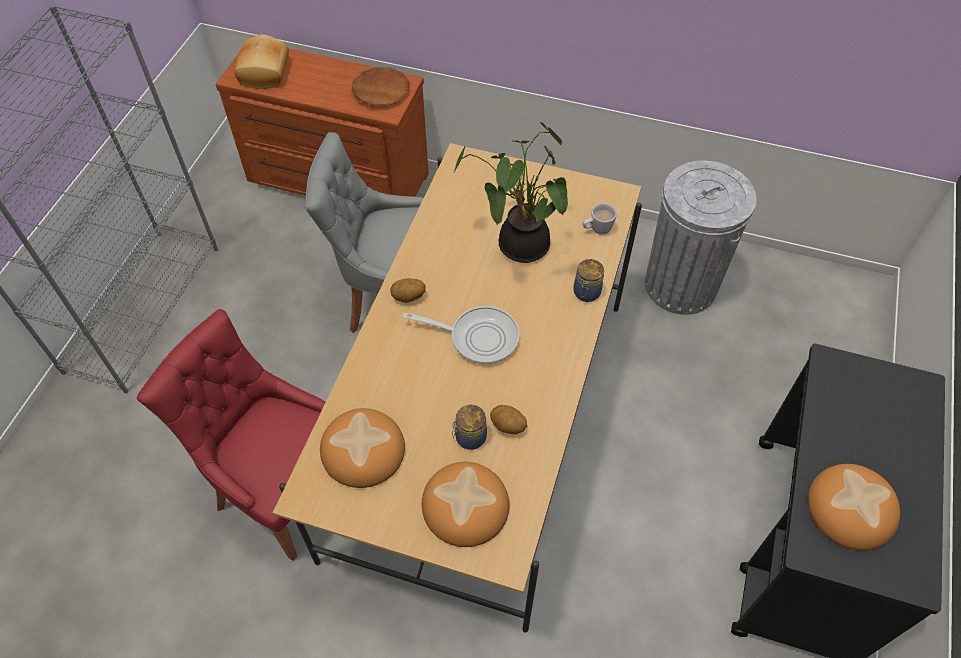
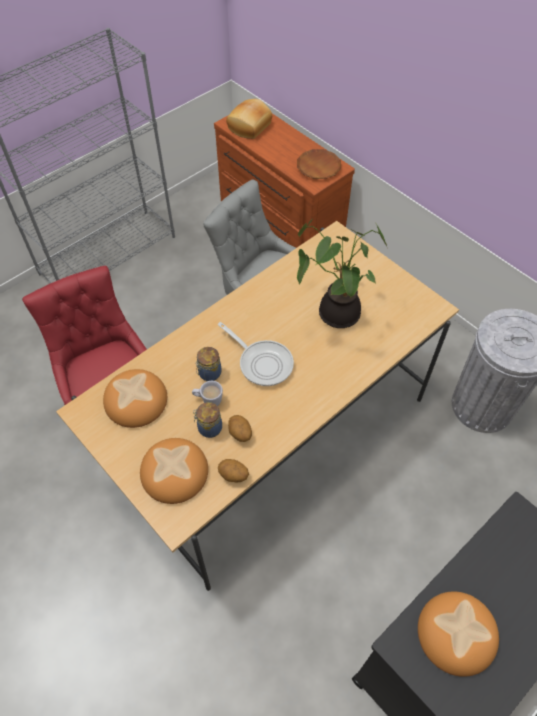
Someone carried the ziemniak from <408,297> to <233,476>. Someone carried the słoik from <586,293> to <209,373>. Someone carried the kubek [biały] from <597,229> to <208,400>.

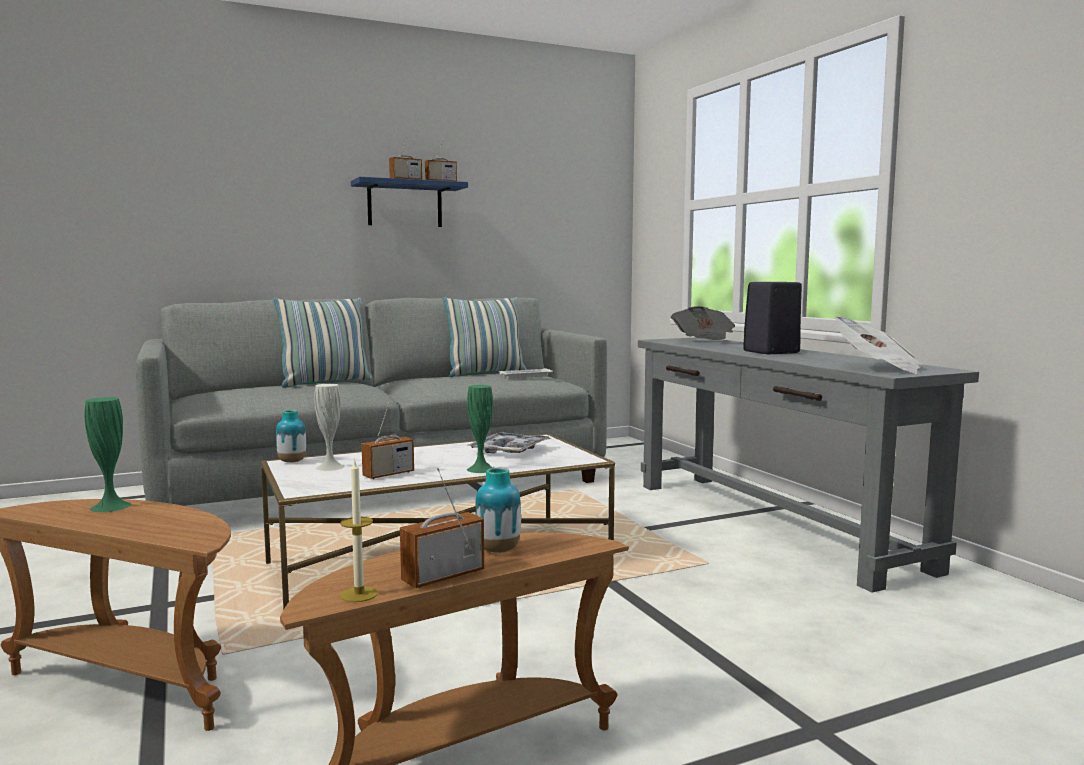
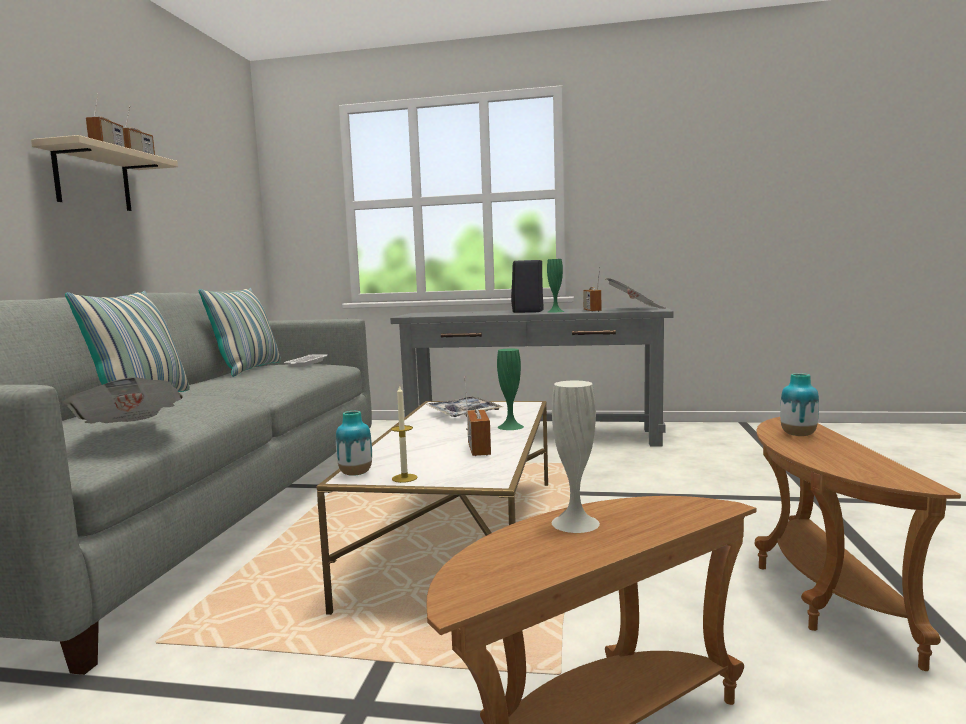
Someone carried the wazon [zielony] from <110,506> to <555,311>. Someone carried the wazon [biały] from <330,467> to <575,523>. Someone carried the świeca from <359,594> to <404,478>. Someone repainted the półka [niebieski] at <405,204>, which became the półka [beżowy] at <92,179>. Someone carried the radio from <443,576> to <592,311>. Someone carried the gazeta from <703,342> to <130,430>.

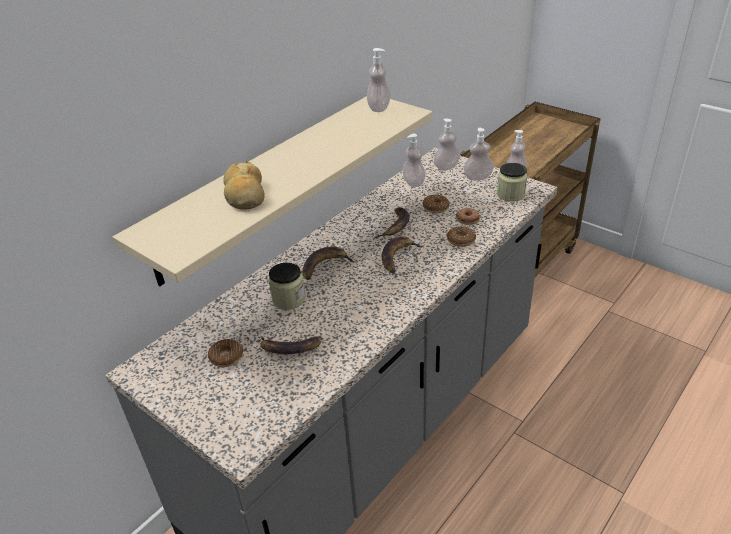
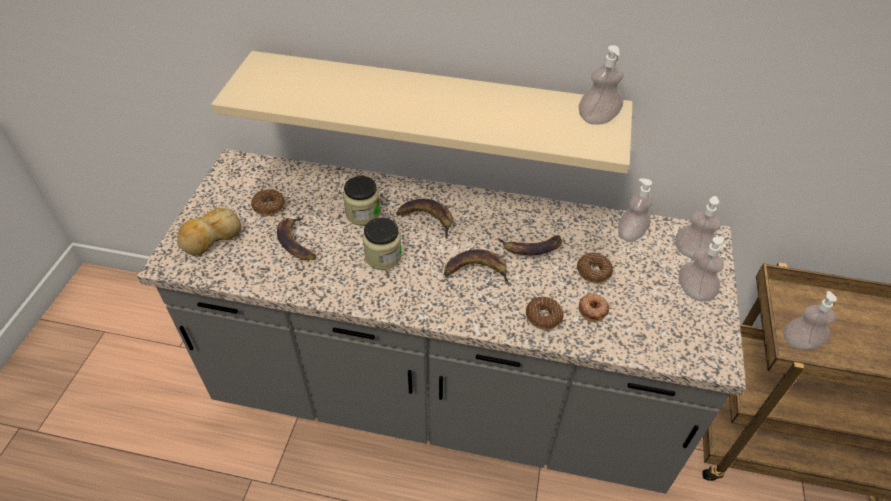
Someone carried the chleb from <245,195> to <210,238>. Someone carried the słoik from <510,194> to <383,256>.

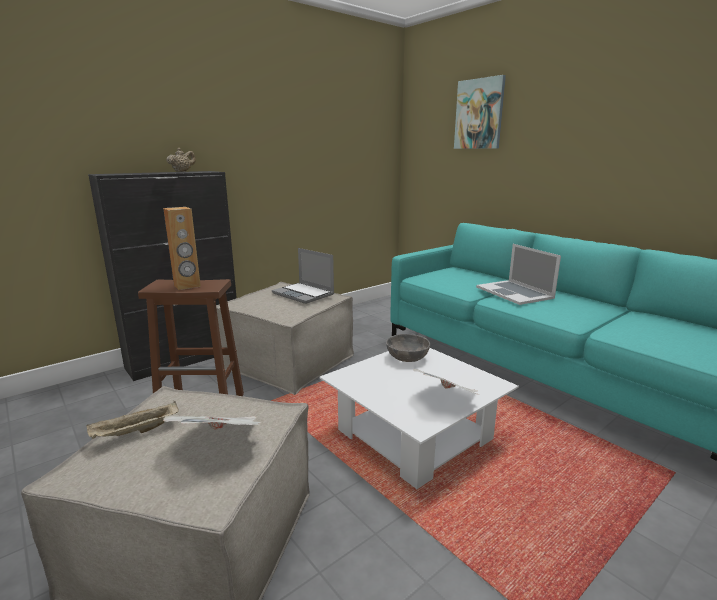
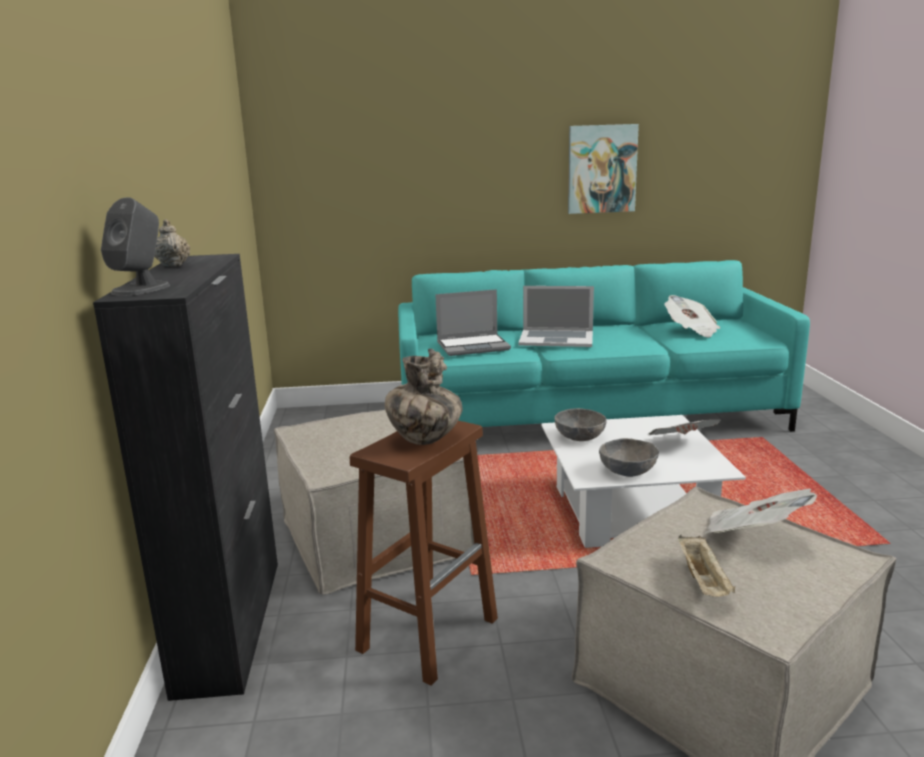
Someone swapped the głośnik [brązowy] at <187,286> for the wazon at <424,439>. Someone carried the laptop from <304,294> to <473,346>. Someone carried the obraz from <479,114> to <601,169>. Someone put down the głośnik [szary] at <141,289>. Someone put down the miska [szary] at <628,471>. Someone put down the gazeta at <691,331>.

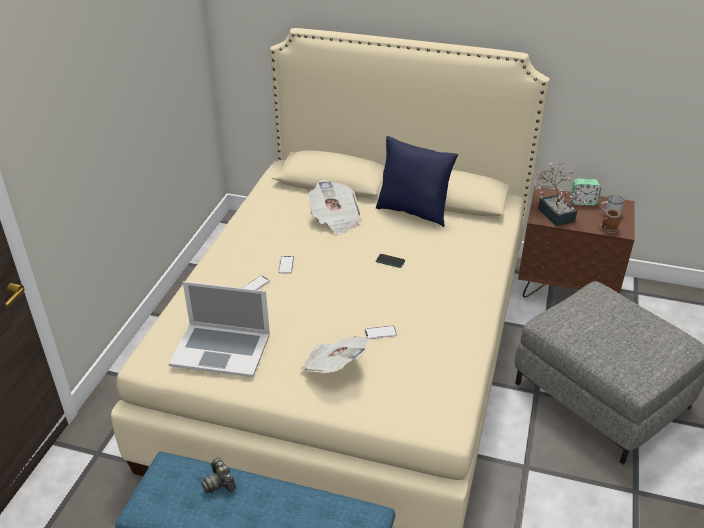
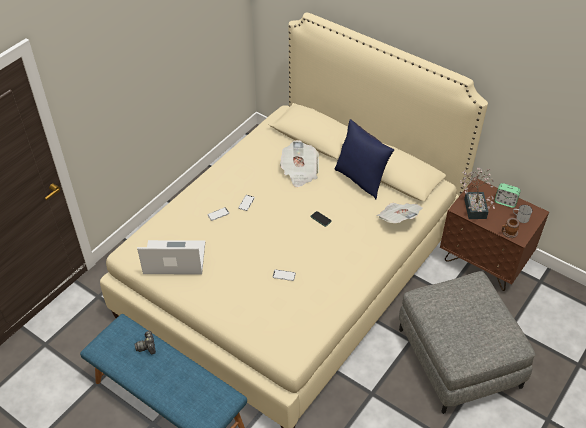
Someone rotated the laptop at <221,349> by 150 degrees clockwise. Someone carried the gazeta from <334,367> to <398,219>.

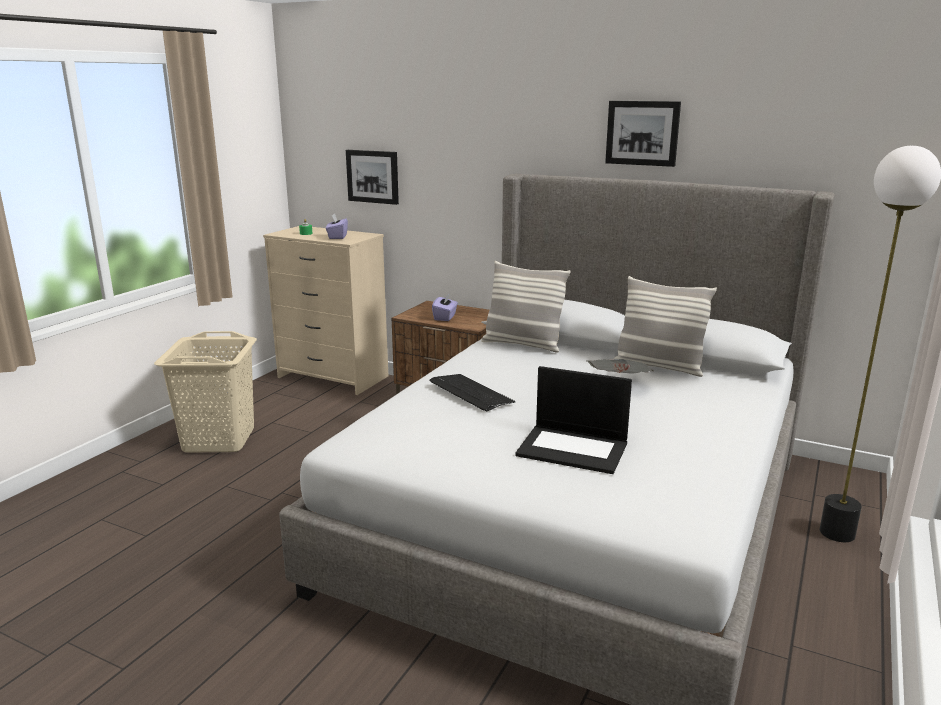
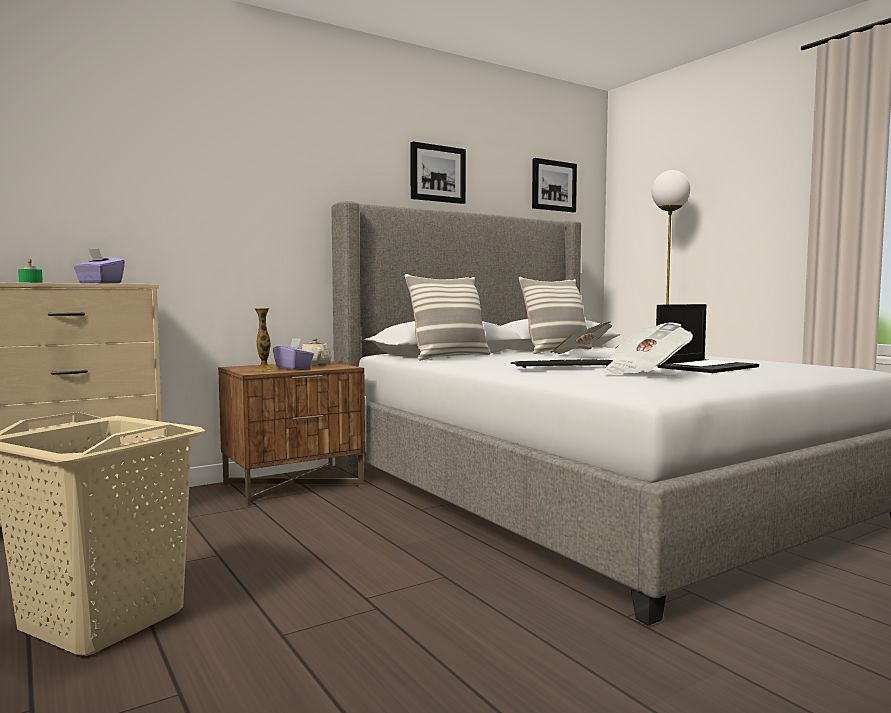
Someone carried the obraz from <373,176> to <553,186>. Someone put down the wazon at <264,370>. Someone put down the imbryk [beżowy] at <315,364>. Someone put down the gazeta at <644,372>.

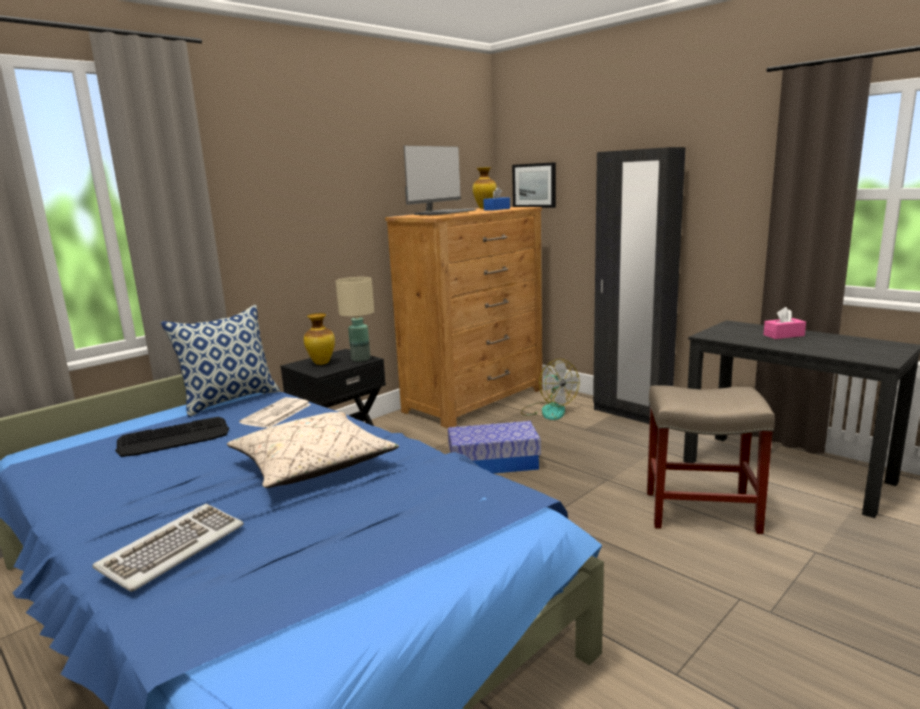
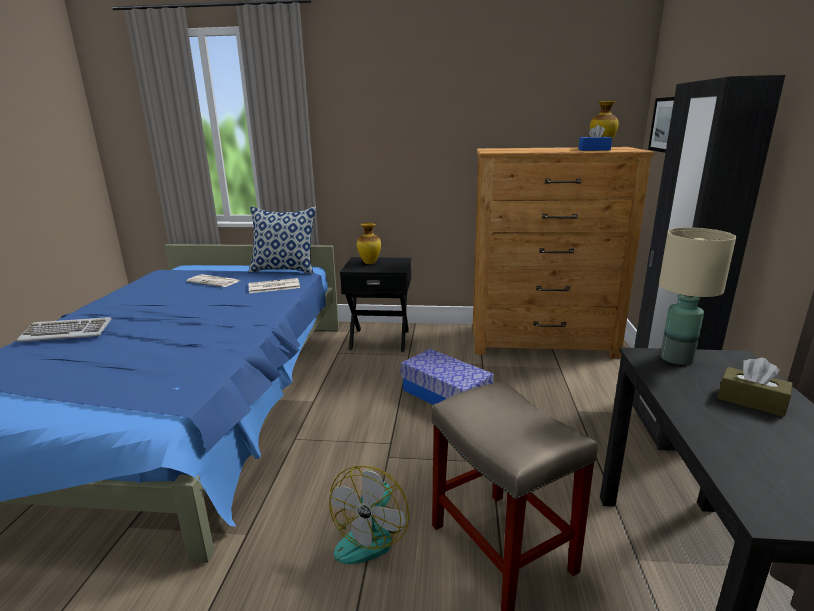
Someone swapped the klawiatura at <174,438> for the gazeta at <214,281>. Someone took away the poduszka [beżowy] at <312,465>. Someone carried the lampa stołowa [beżowy] from <360,359> to <676,359>. Someone took away the monitor at <444,213>. Someone carried the wentylator from <548,411> to <370,535>. Someone repainted the pudełko chusteczek [różowy] at <783,335>, which became the pudełko chusteczek [brązowy] at <751,401>.

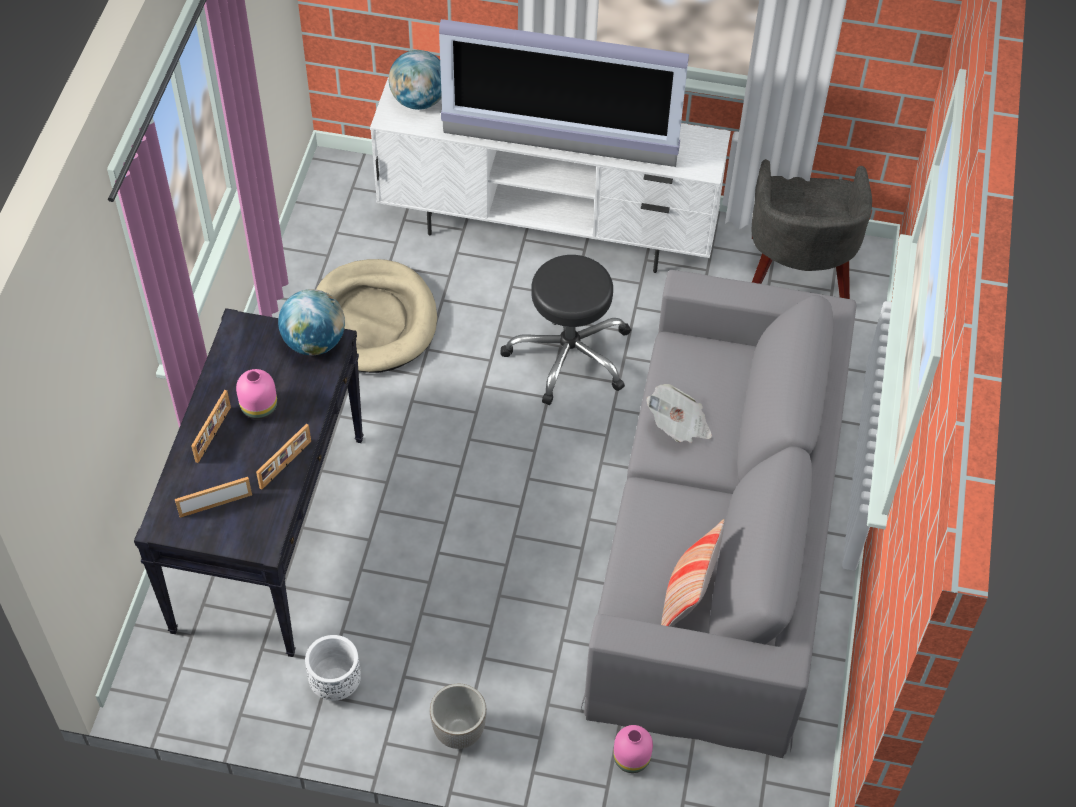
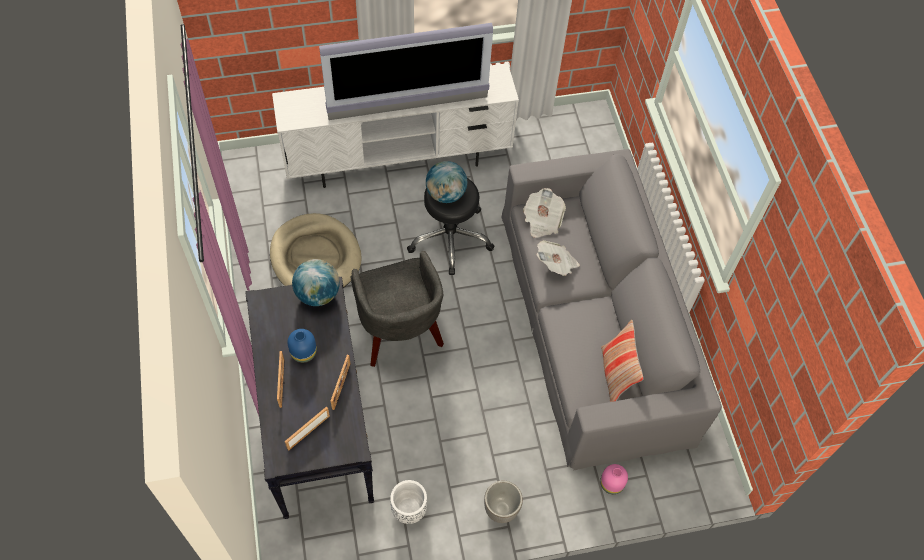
Someone repainted the wazon [różowy] at <260,408>, which became the wazon [niebieski] at <304,353>. Someone carried the globus from <419,101> to <445,194>. Someone carried the fotel [szary] from <796,277> to <399,331>. Someone put down the gazeta at <542,220>.

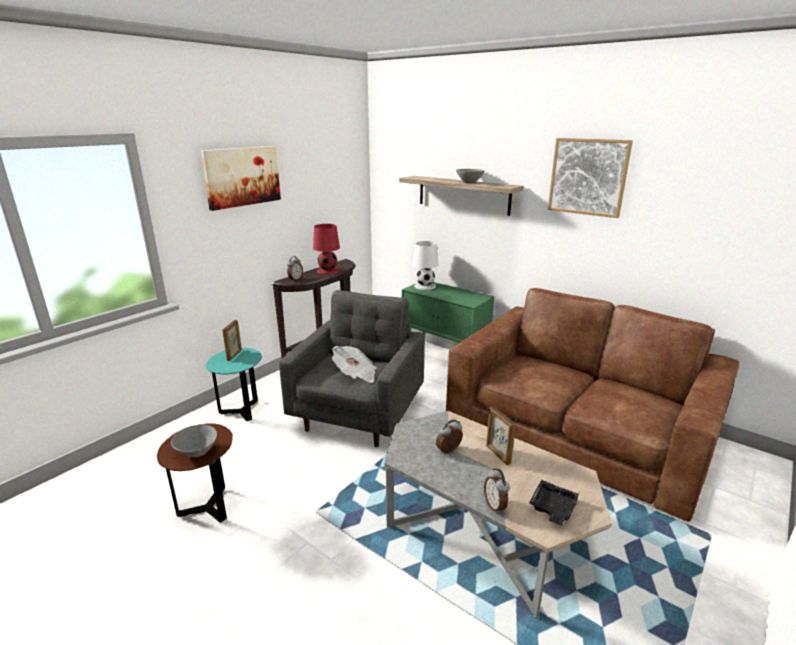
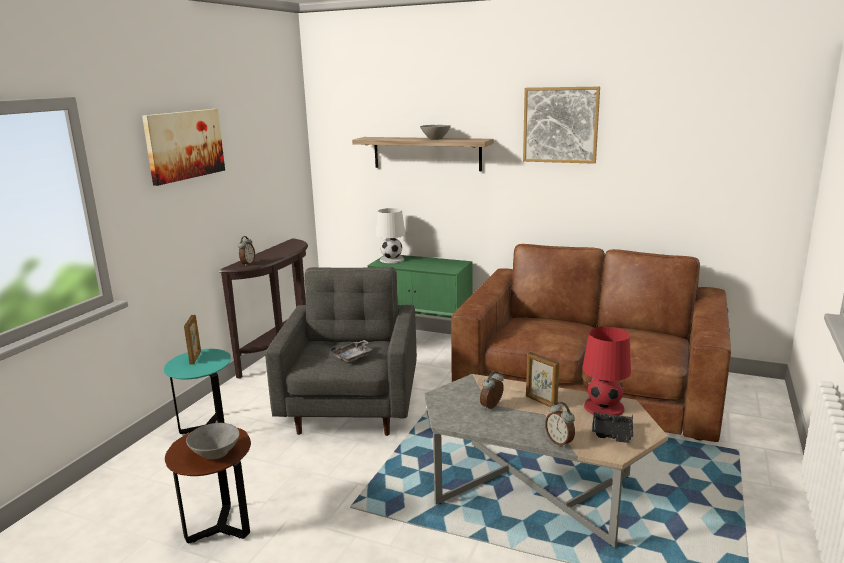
Someone carried the lampa stołowa [czerwony] from <327,271> to <603,407>. Someone swapped the gazeta at <355,374> for the taca [szary] at <353,356>.

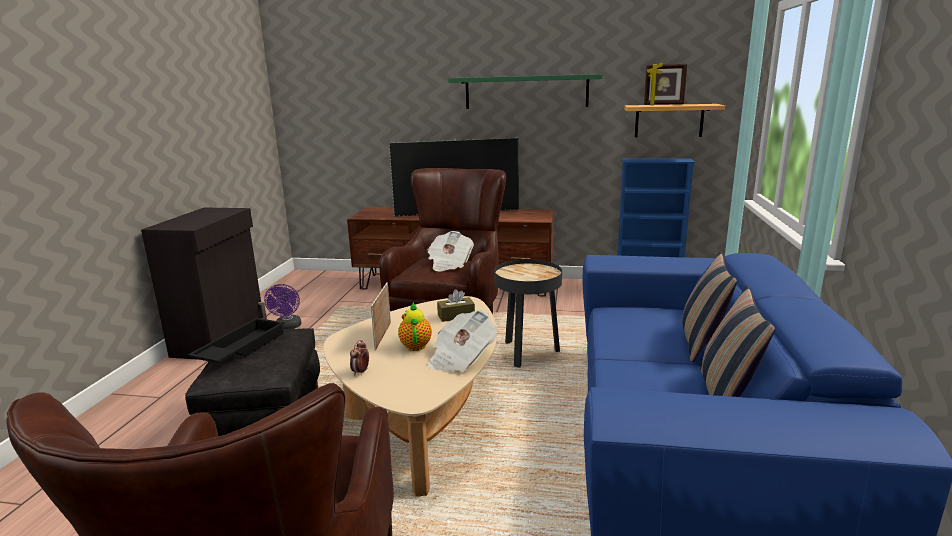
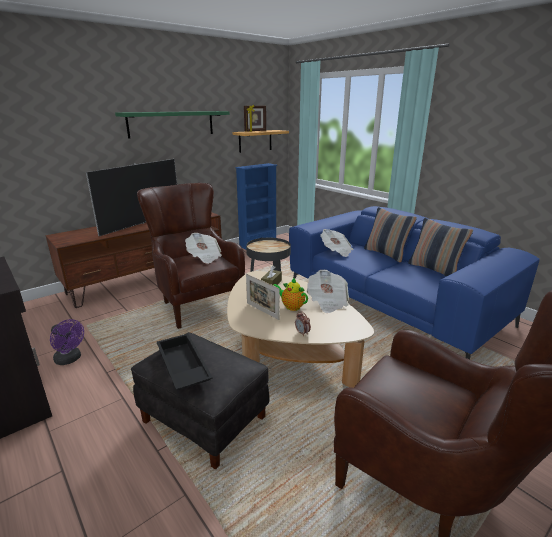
Someone put down the gazeta at <336,251>.

